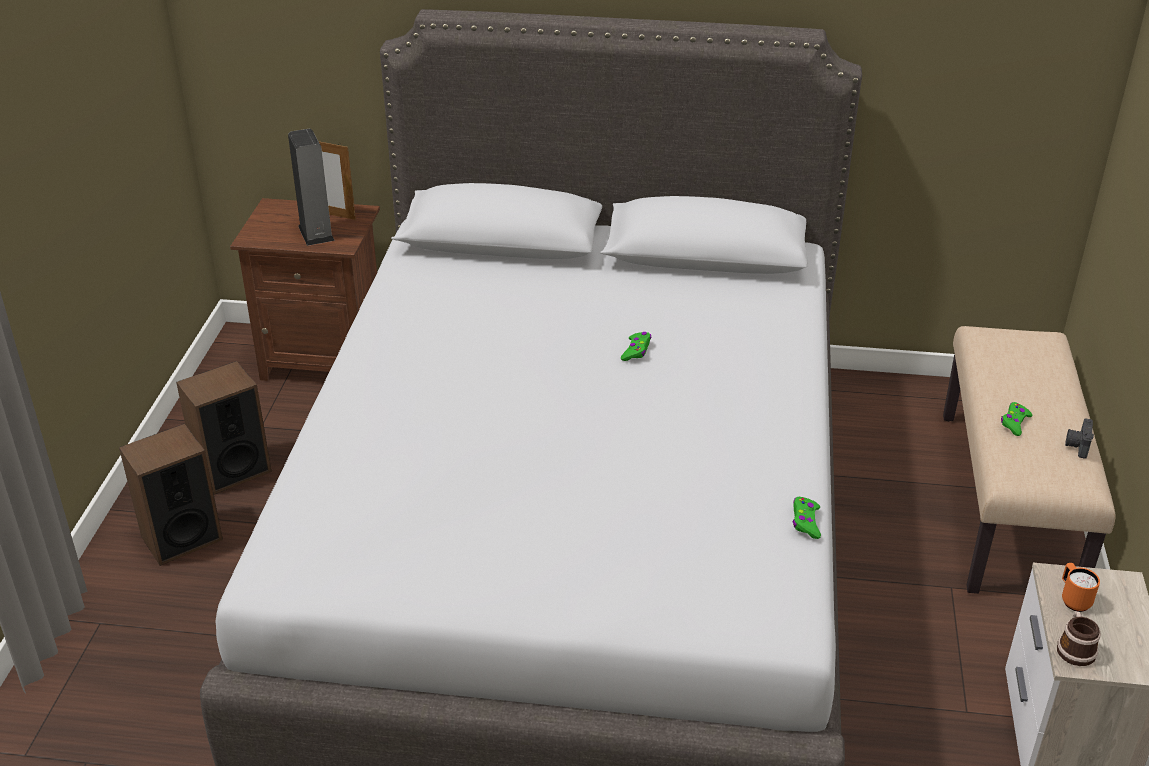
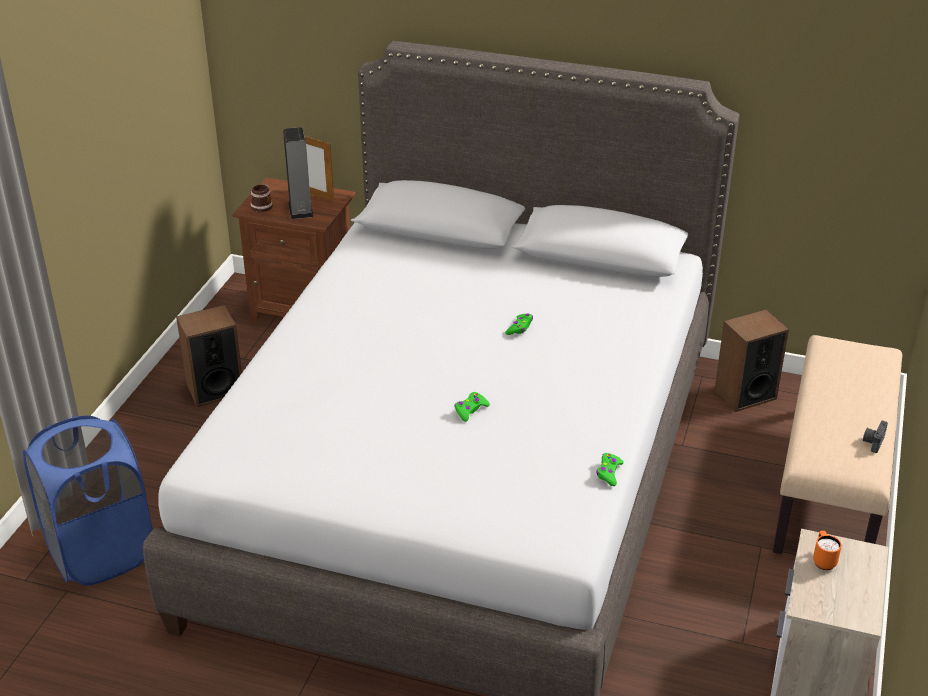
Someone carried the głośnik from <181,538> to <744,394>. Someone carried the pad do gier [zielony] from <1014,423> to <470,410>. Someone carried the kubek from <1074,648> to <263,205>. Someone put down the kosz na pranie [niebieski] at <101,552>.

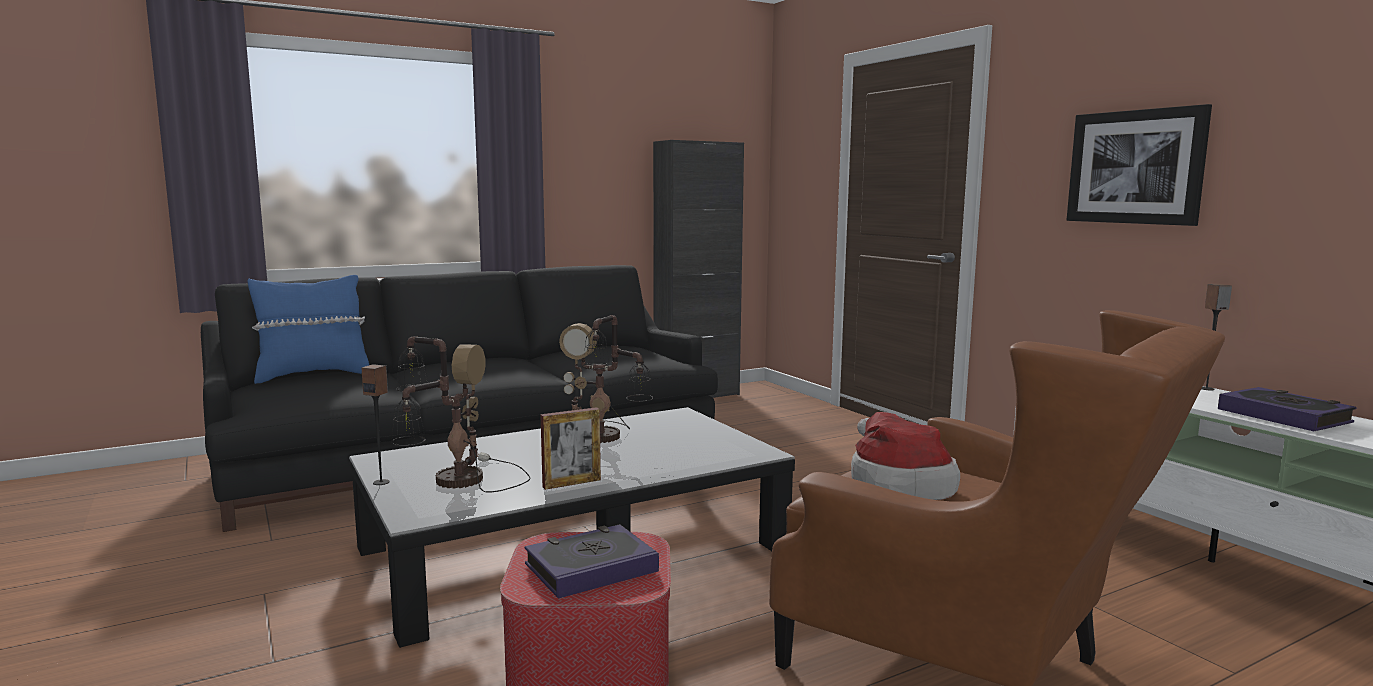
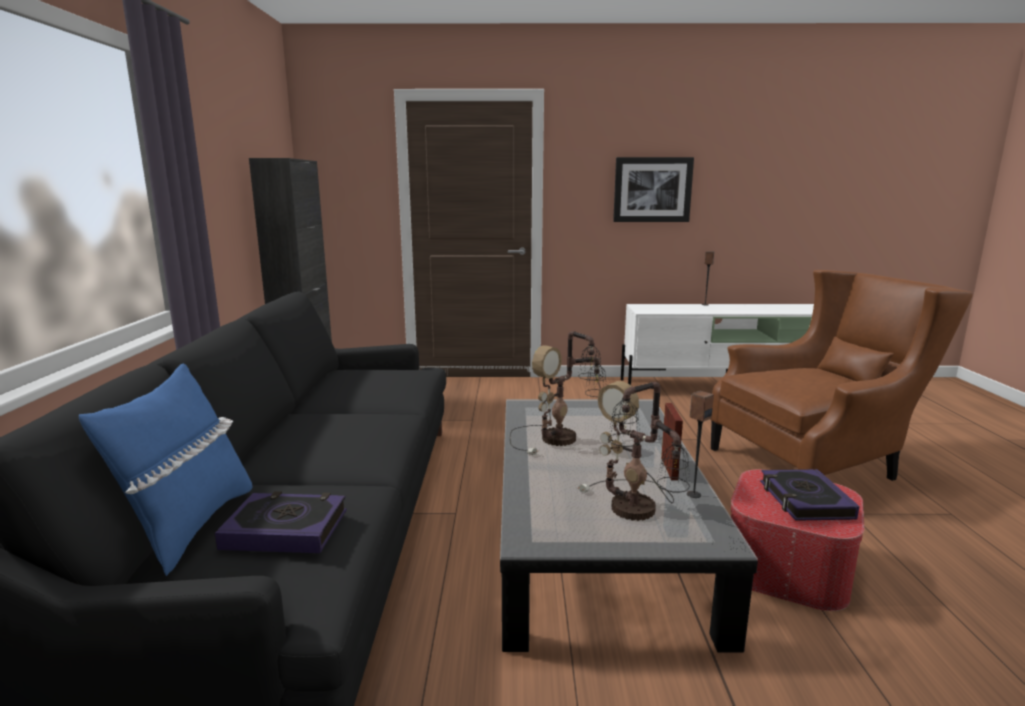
Someone carried the głośnik from <381,482> to <693,494>. Someone took away the kapelusz at <896,484>. Someone carried the książka from <1283,416> to <285,530>.

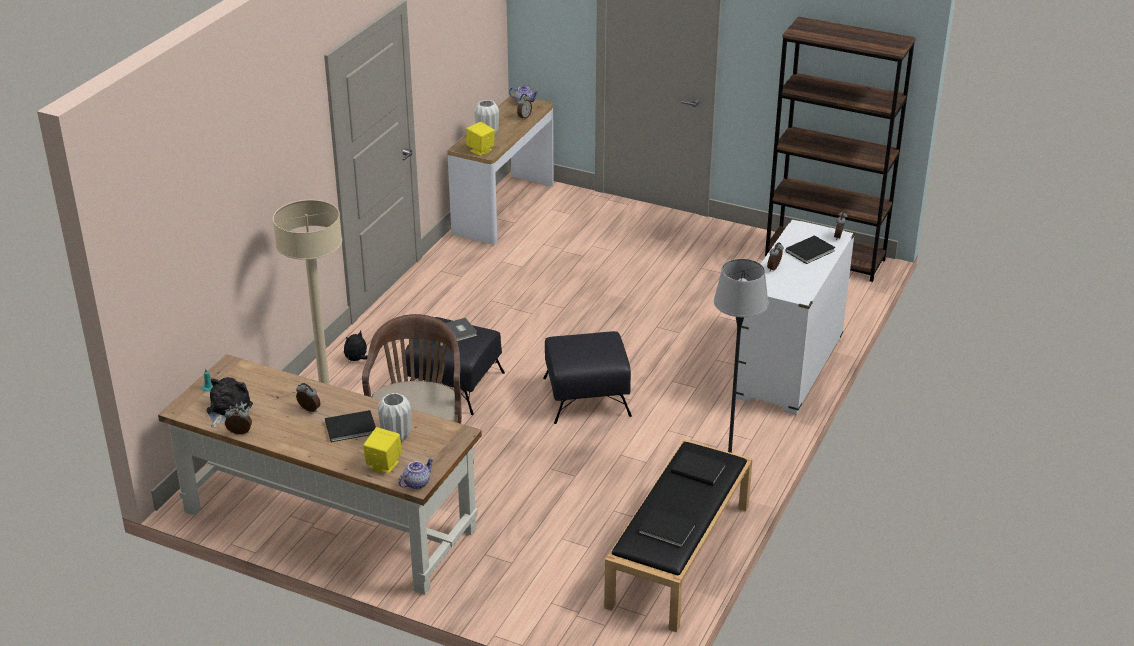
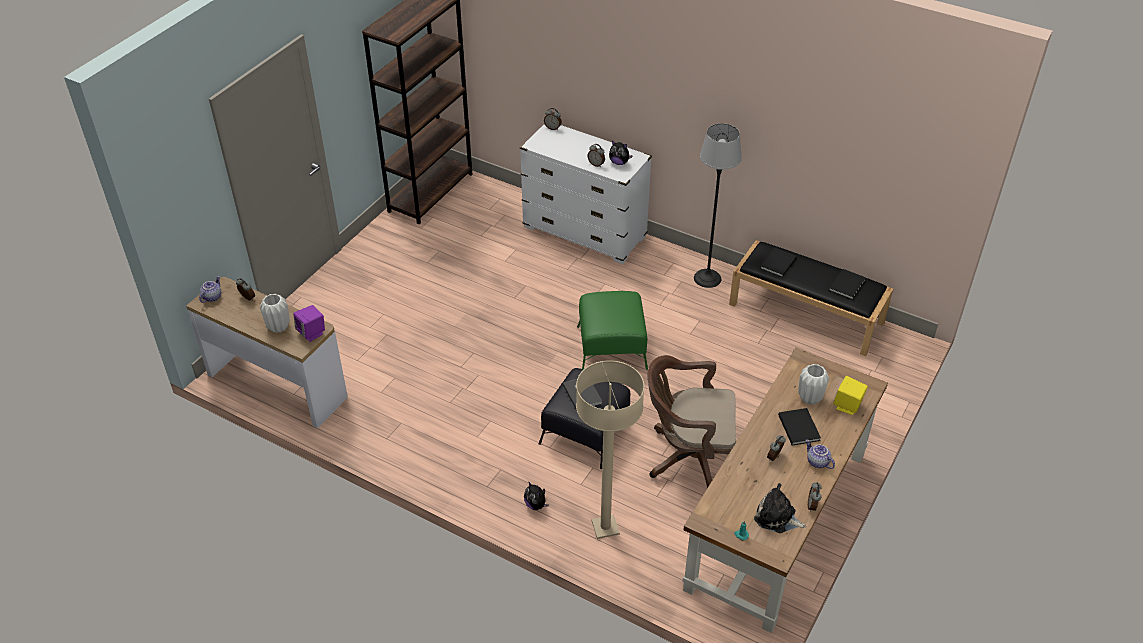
Someone carried the imbryk from <416,483> to <817,462>. Someone repainted the głośnik [żółty] at <480,150>, which became the głośnik [fioletowy] at <312,333>. Someone repainted the pufa [czarny] at <586,396>, which became the pufa [zielony] at <611,348>. Someone took away the książka [czarny] at <811,251>. Someone put down the pluszak at <619,162>.

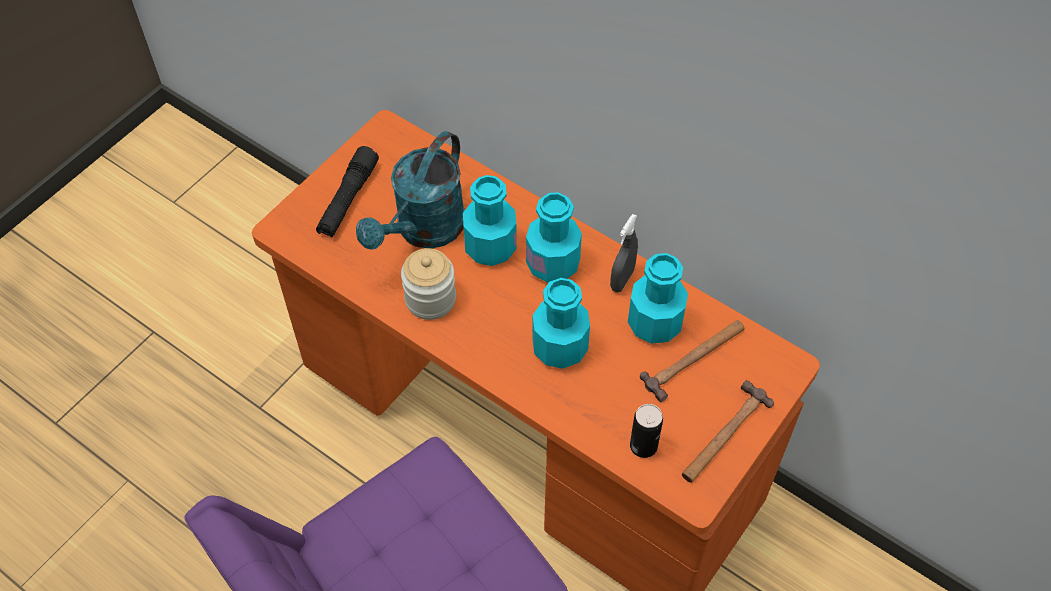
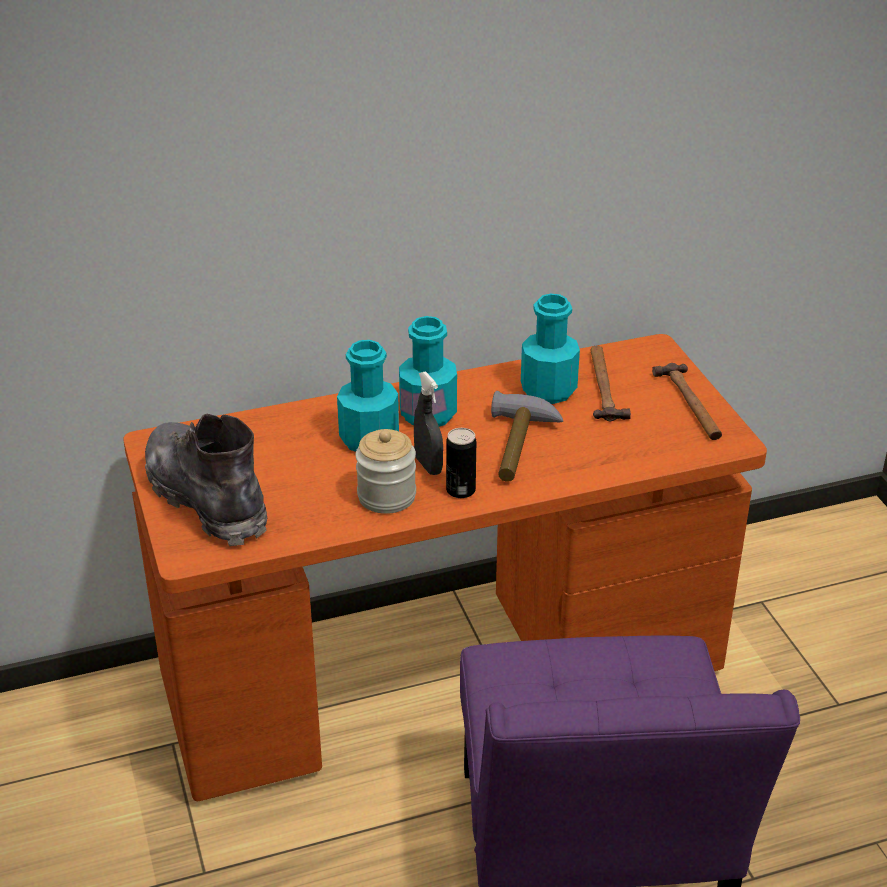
Someone swapped the latarka [czarny] at <348,199> for the but z cholewką [szary] at <206,498>. Someone took away the konewka [turkusowy] at <423,231>. Someone swapped the butelka [turkusowy] at <560,347> for the młotek at <520,447>. Someone carried the spryskiwacz [szary] from <622,280> to <428,465>. Someone carried the puszka from <643,446> to <460,490>.

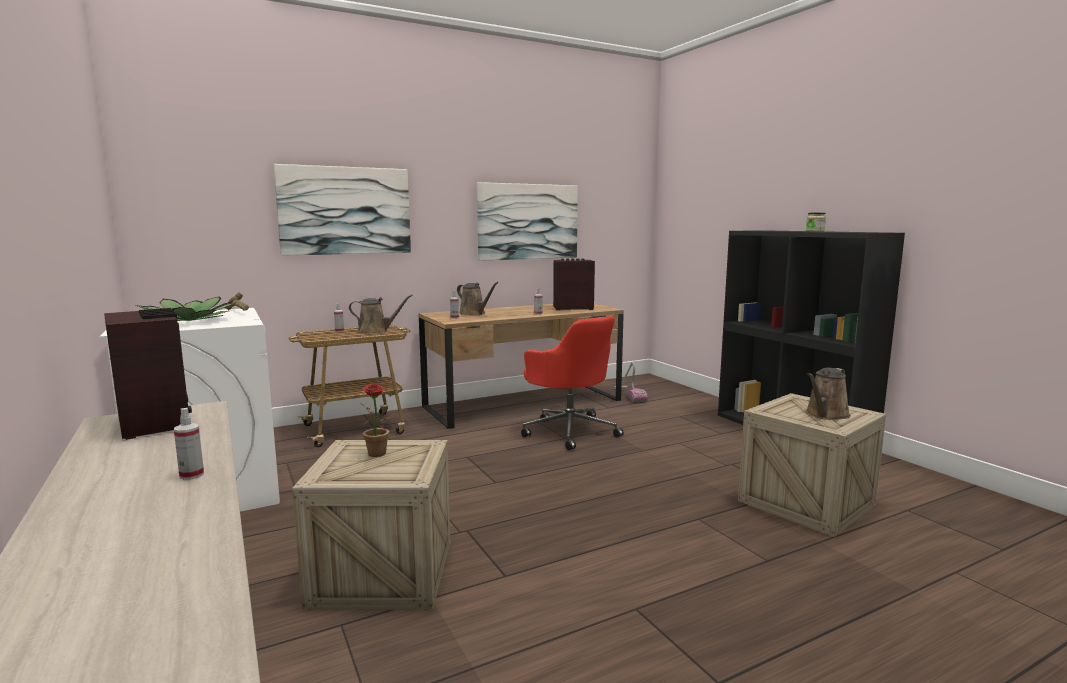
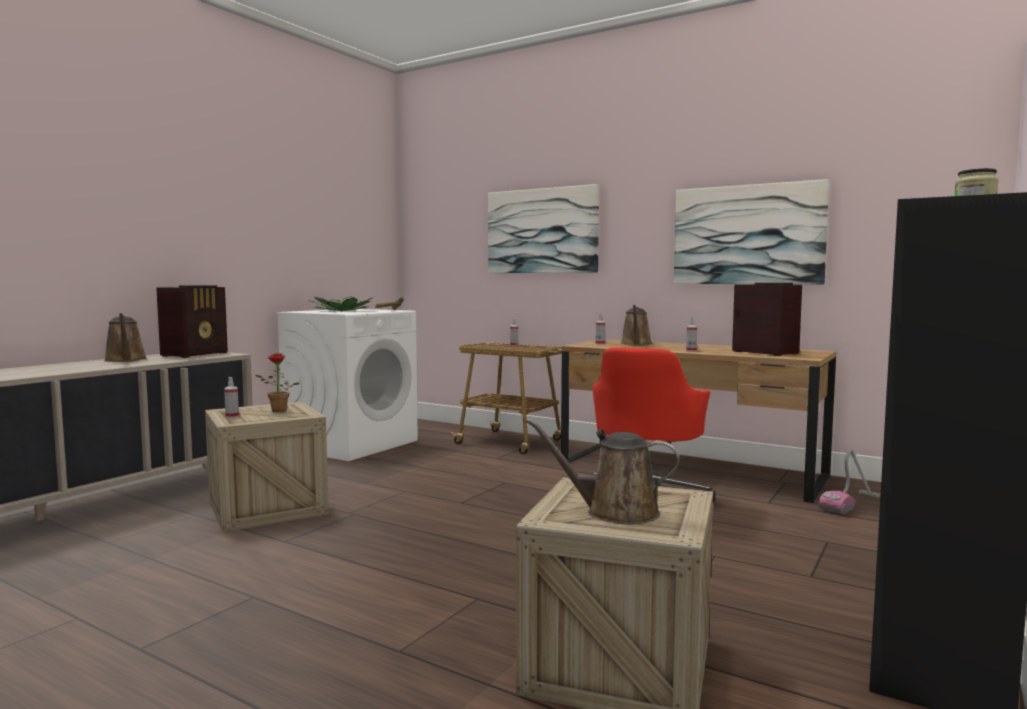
Someone carried the spryskiwacz from <191,475> to <232,416>. Someone carried the konewka [brązowy] from <376,331> to <125,360>.

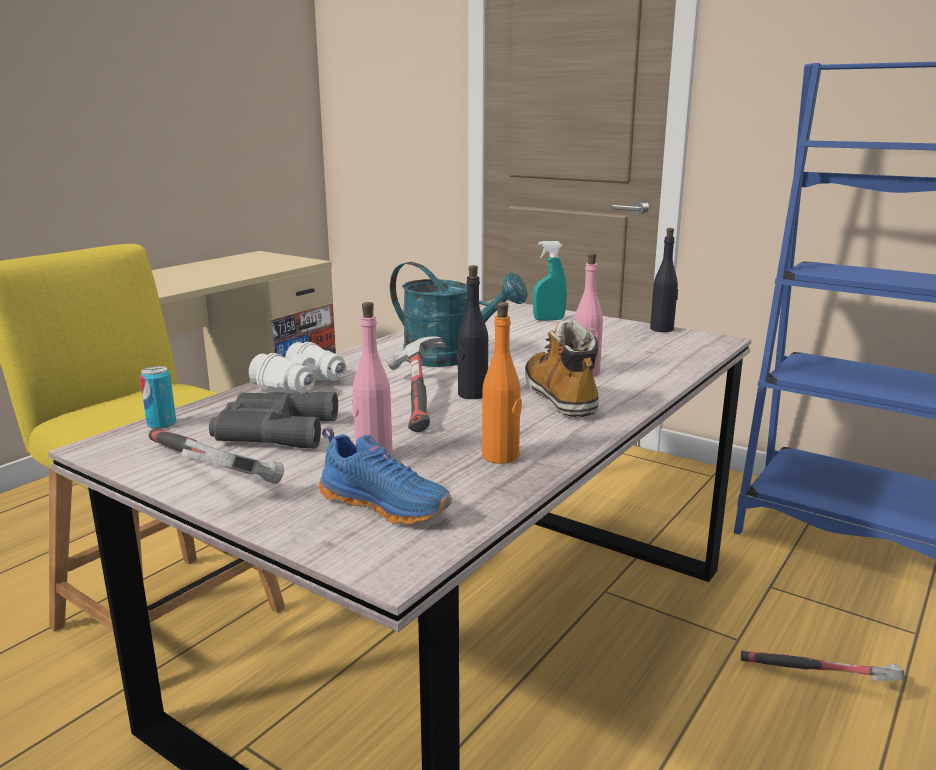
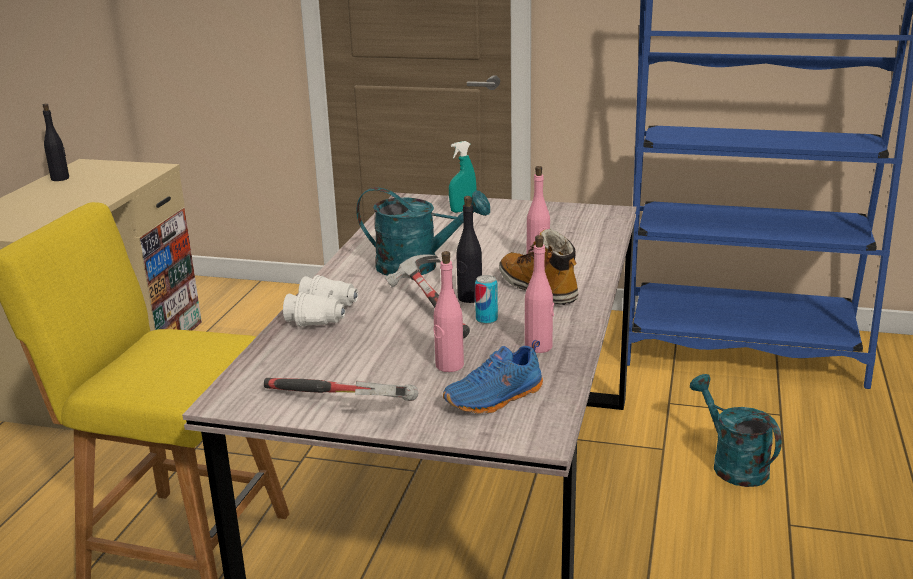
Someone carried the puszka from <161,424> to <486,319>. Someone took away the lornetka [szary] at <272,430>. Someone rotated the but [niebieski] at <386,504> by 135 degrees clockwise. Someone repainted the butelka [pomarańczowy] at <501,456>, which became the butelka [różowy] at <539,347>. Someone carried the butelka [czarny] from <662,329> to <60,178>. Someone swapped the młotek at <823,682> for the konewka [turkusowy] at <732,464>.

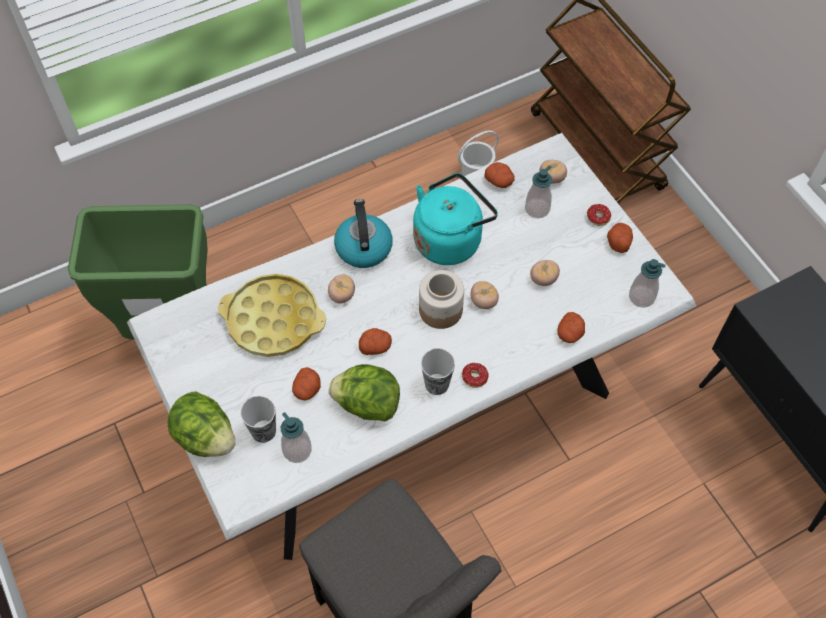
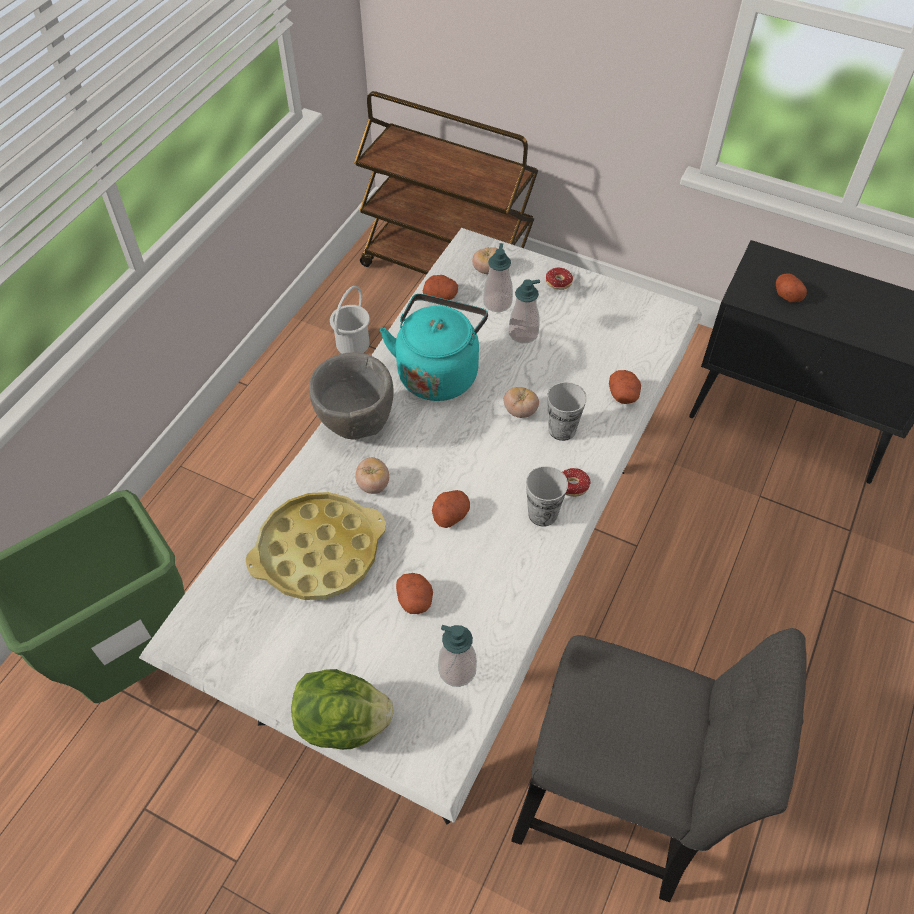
Someone carried the filiżanka from <263,431> to <562,429>. Someone took away the sałata at <367,404>. Someone swapped the czajnik at <363,247> for the miska [szary] at <356,426>. Someone took away the słoik at <440,310>. Someone took away the pomidor at <543,279>. Someone carried the ziemniak from <618,242> to <786,295>. Someone carried the dozownik mydła from <641,297> to <523,333>.

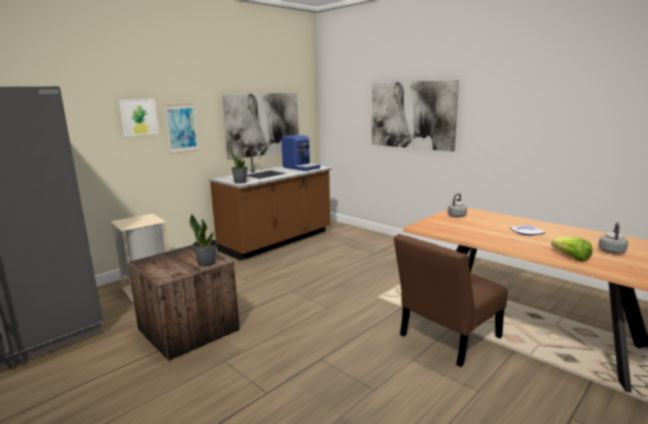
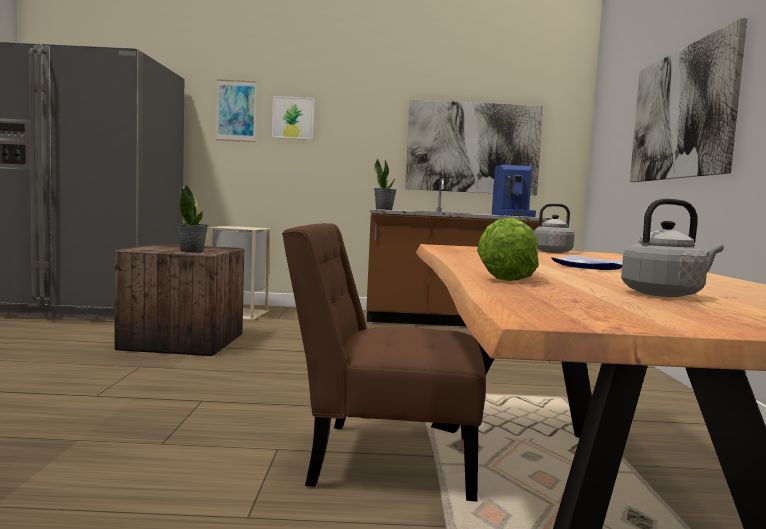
Someone carried the obraz from <181,128> to <236,111>.

